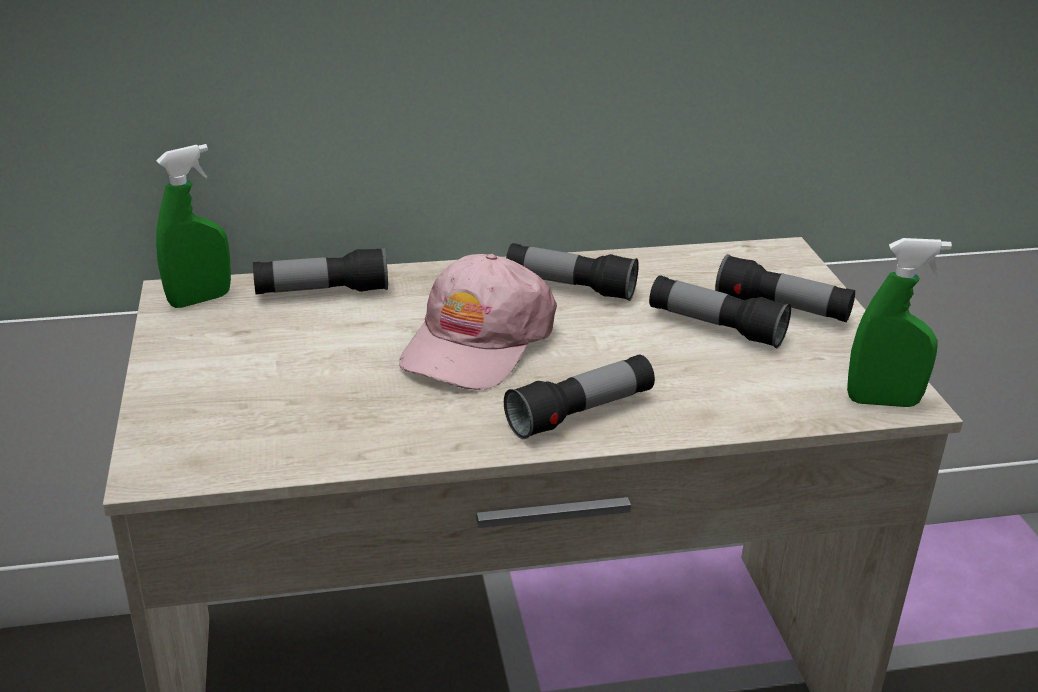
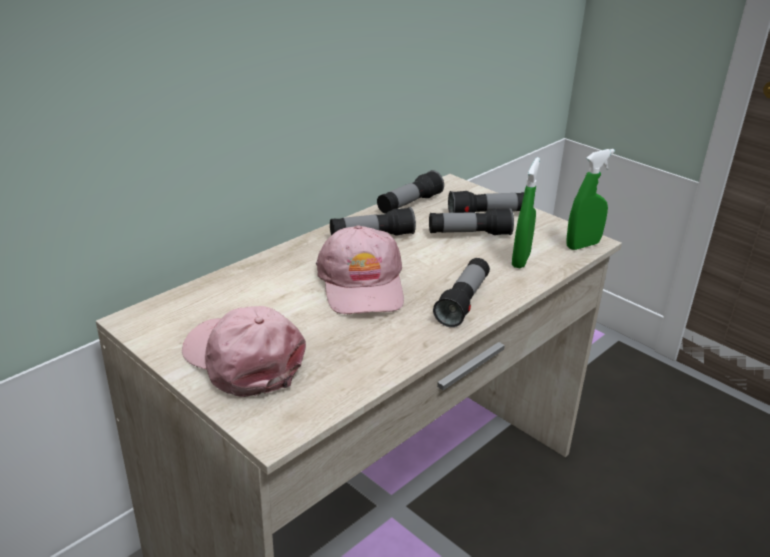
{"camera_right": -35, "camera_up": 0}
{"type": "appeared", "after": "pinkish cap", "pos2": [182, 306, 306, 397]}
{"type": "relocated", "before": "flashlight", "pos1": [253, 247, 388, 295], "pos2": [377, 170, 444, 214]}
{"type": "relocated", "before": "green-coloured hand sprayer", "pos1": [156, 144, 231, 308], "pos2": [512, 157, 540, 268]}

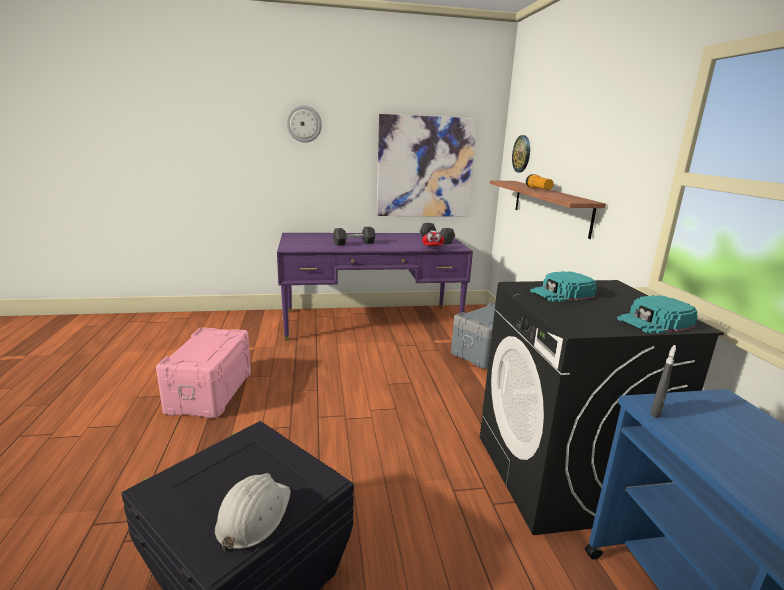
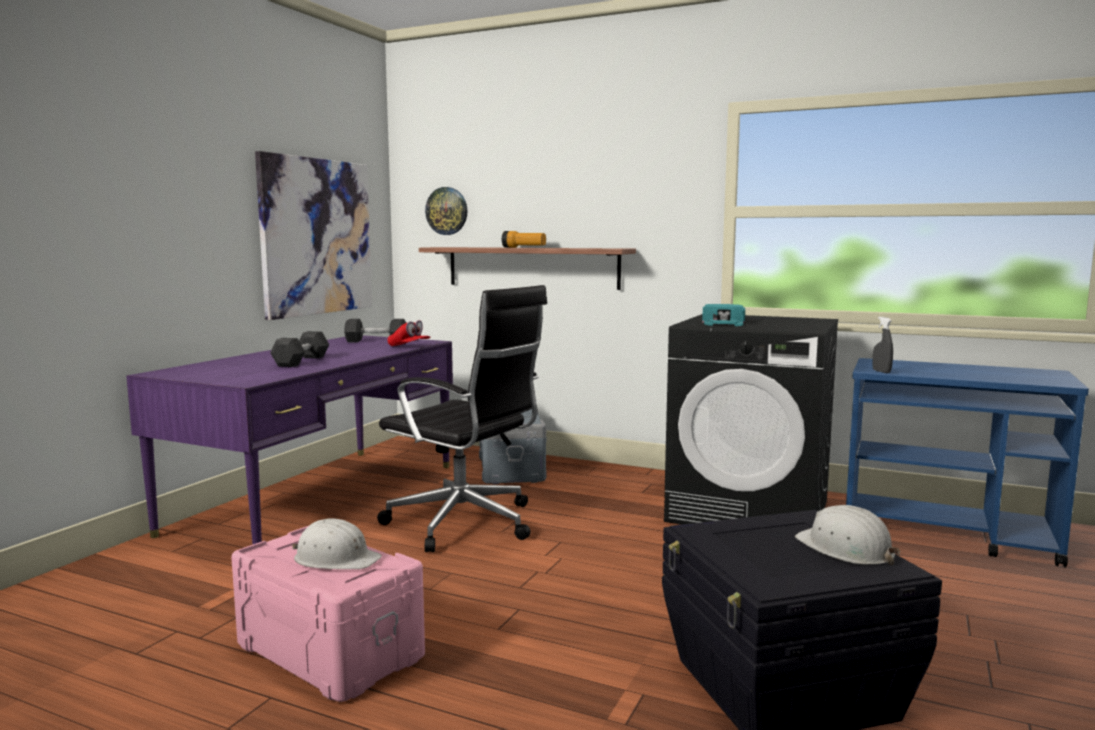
{"camera_right": -55, "camera_up": -10}
{"type": "appeared", "after": "white-coloured hard hat", "pos2": [292, 518, 382, 569]}
{"type": "appeared", "after": "black office chair", "pos2": [377, 285, 547, 552]}
{"type": "missing", "before": "clock on the wall", "pos1": [286, 105, 322, 143]}
{"type": "missing", "before": "blue-green cap", "pos1": [617, 295, 698, 334]}

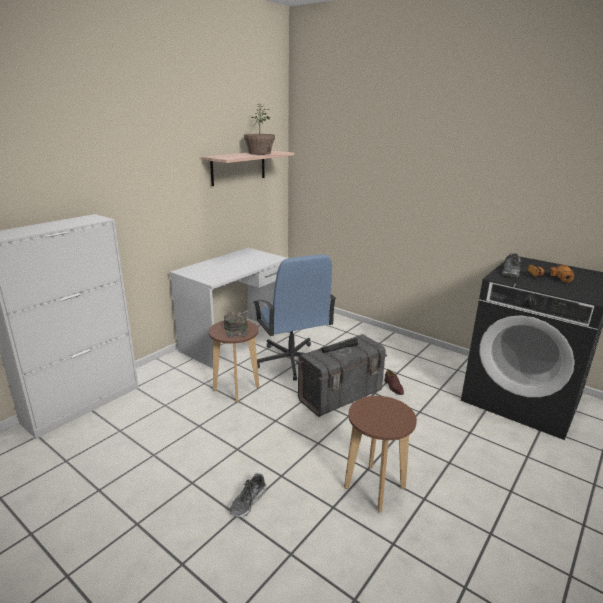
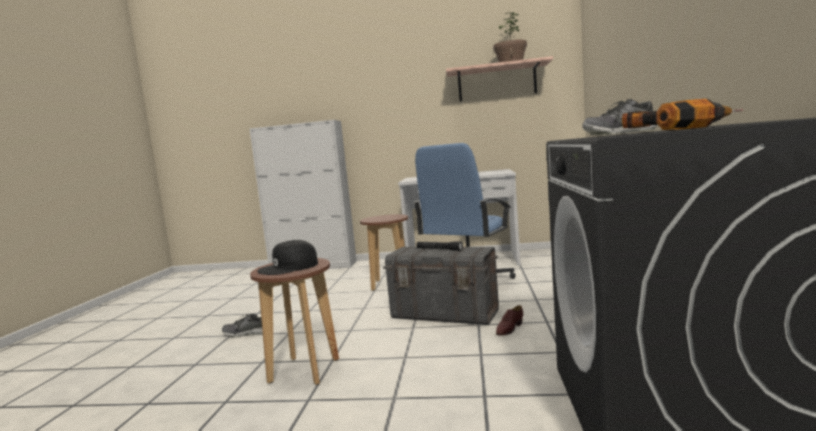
{"camera_right": 60, "camera_up": -15}
{"type": "appeared", "after": "black cap", "pos2": [257, 240, 318, 275]}
{"type": "missing", "before": "green-coloured cap", "pos1": [224, 311, 248, 337]}

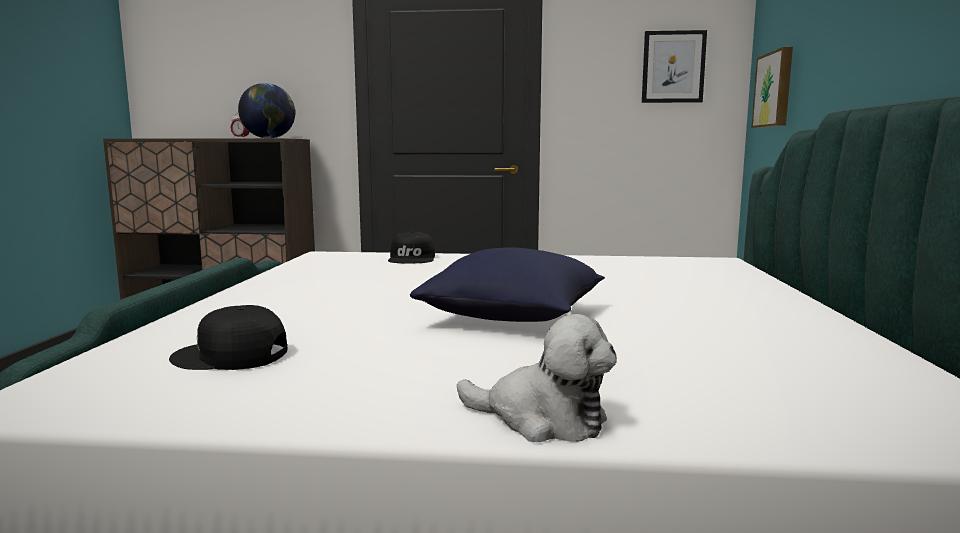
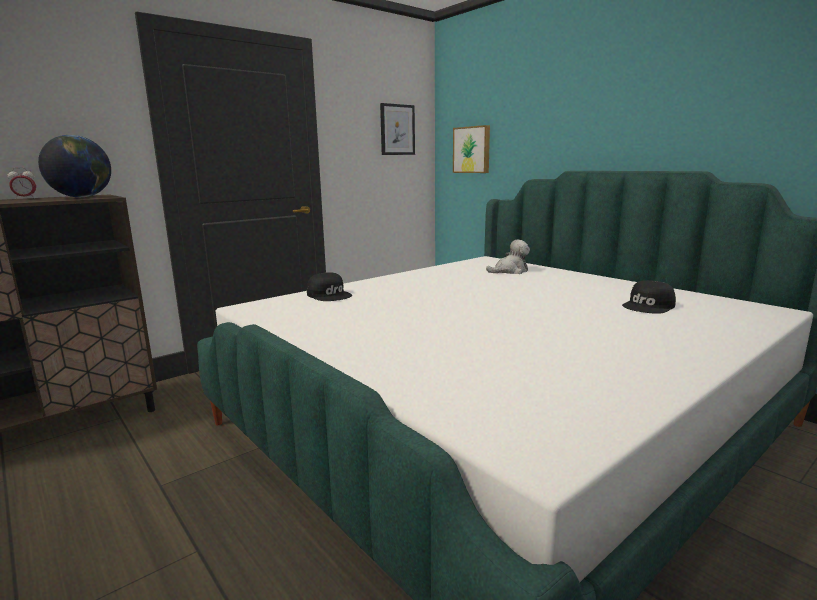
{"camera_right": -45, "camera_up": 5}
{"type": "relocated", "before": "soft toy", "pos1": [457, 314, 617, 442], "pos2": [486, 240, 530, 274]}
{"type": "relocated", "before": "black cap", "pos1": [169, 305, 288, 370], "pos2": [622, 280, 676, 314]}
{"type": "missing", "before": "bluish throw pillow", "pos1": [410, 247, 605, 322]}

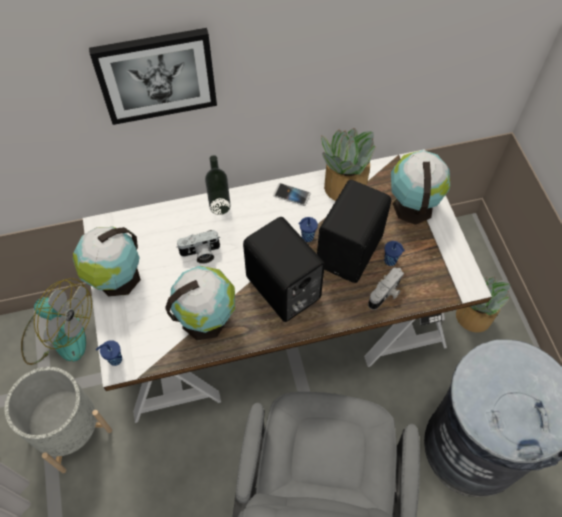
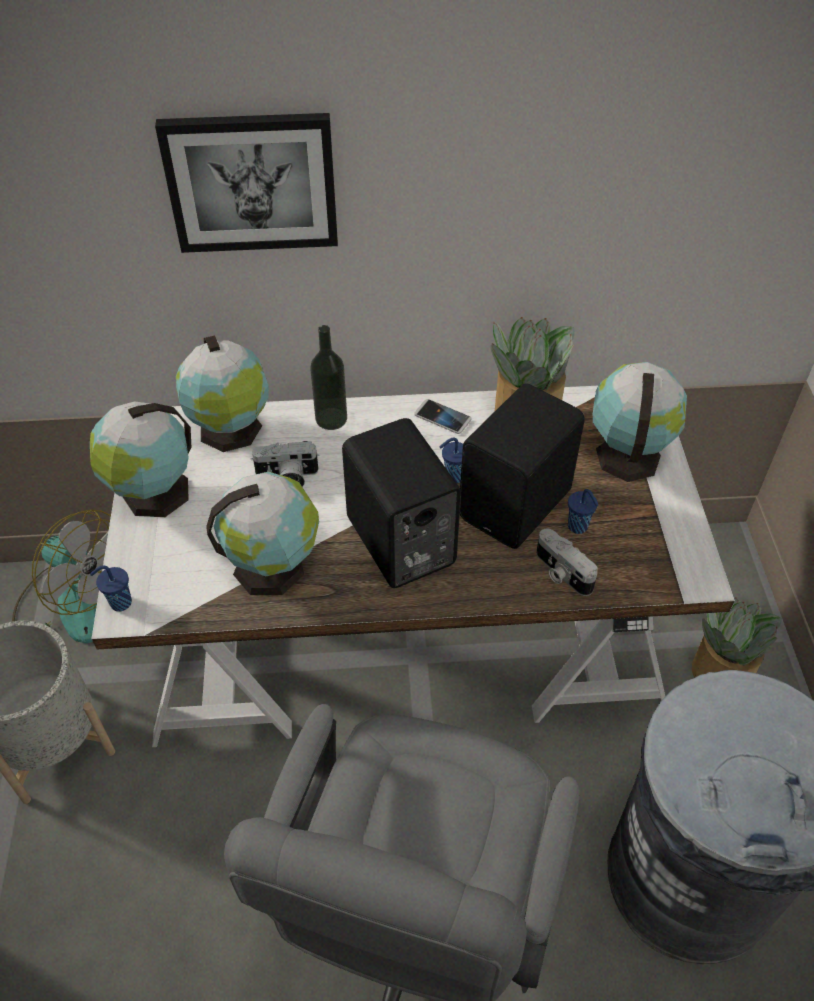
{"camera_right": 10, "camera_up": -10}
{"type": "appeared", "after": "globe", "pos2": [176, 335, 269, 452]}
{"type": "spun", "before": "still camera", "pos1": [368, 267, 404, 310], "pos2": [536, 528, 598, 596], "turn": 90}

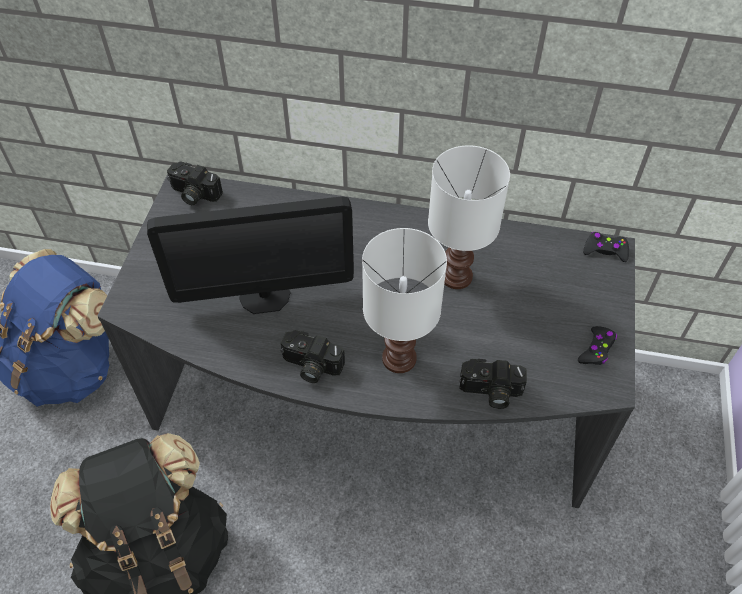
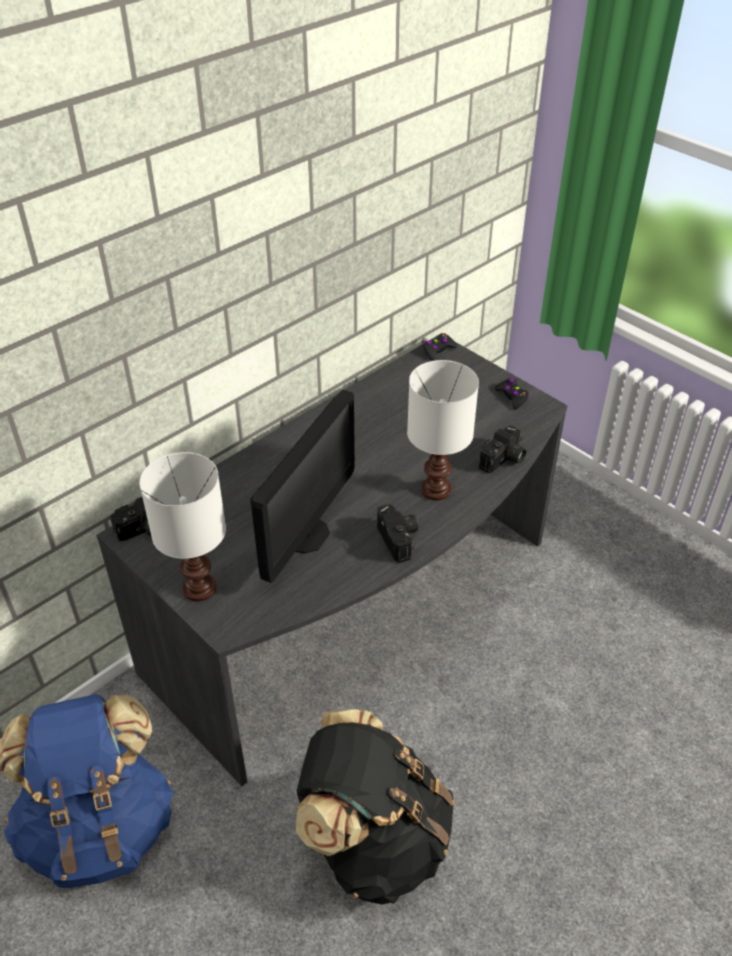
{"camera_right": -55, "camera_up": -10}
{"type": "relocated", "before": "white-coloured lamp for a table", "pos1": [428, 145, 510, 289], "pos2": [140, 452, 226, 601]}
{"type": "spun", "before": "still camera", "pos1": [281, 330, 345, 383], "pos2": [377, 504, 418, 563], "turn": -75}

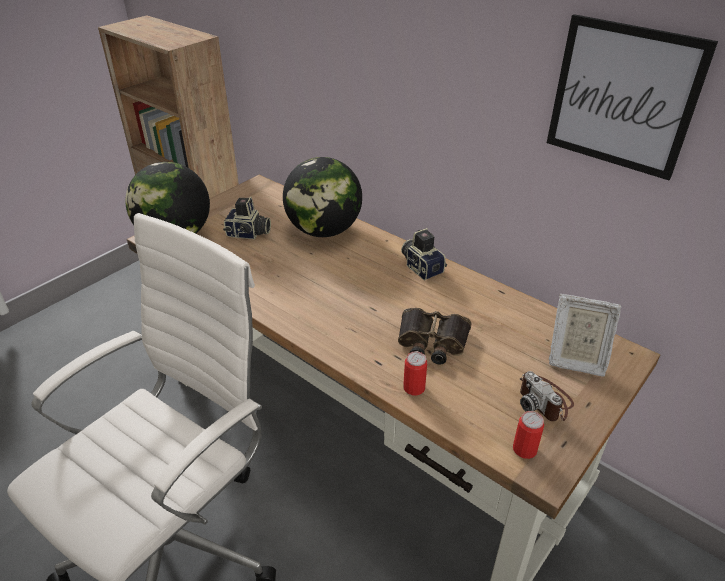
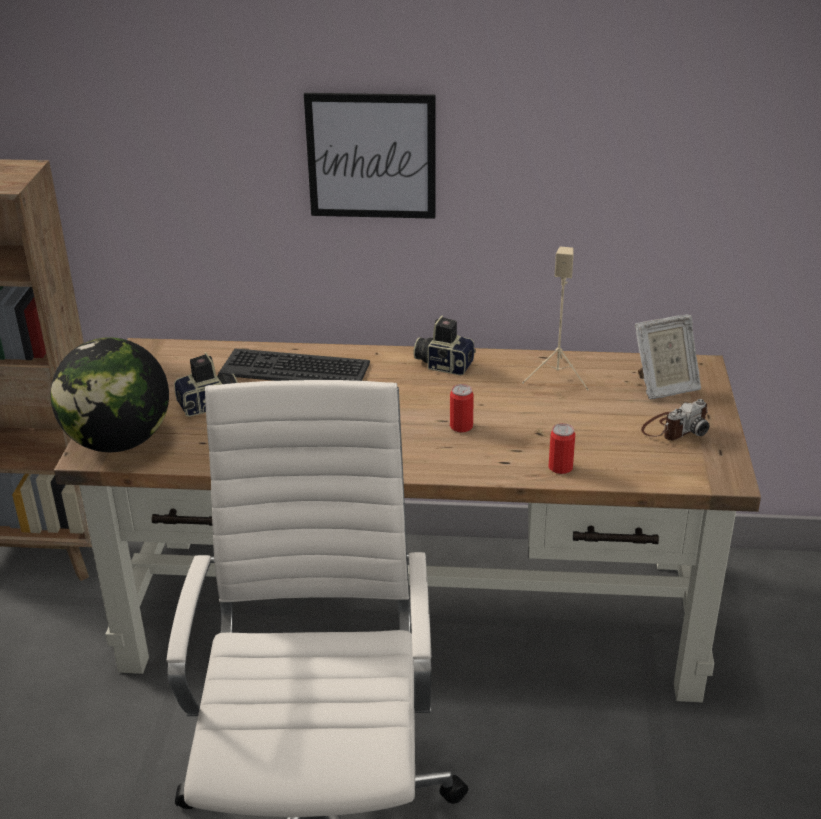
{"camera_right": -35, "camera_up": -5}
{"type": "exchanged", "before": "globe", "after": "keyboard", "pos1": [283, 157, 362, 237], "pos2": [218, 348, 370, 381]}
{"type": "relocated", "before": "wall art", "pos1": [547, 14, 718, 180], "pos2": [304, 93, 435, 219]}
{"type": "relocated", "before": "sealed can", "pos1": [513, 411, 544, 459], "pos2": [450, 384, 474, 432]}
{"type": "appeared", "after": "beige audio speaker", "pos2": [522, 247, 589, 391]}
{"type": "spun", "before": "still camera", "pos1": [519, 371, 574, 421], "pos2": [641, 399, 710, 440], "turn": -60}
{"type": "missing", "before": "pair of binoculars", "pos1": [398, 308, 472, 365]}

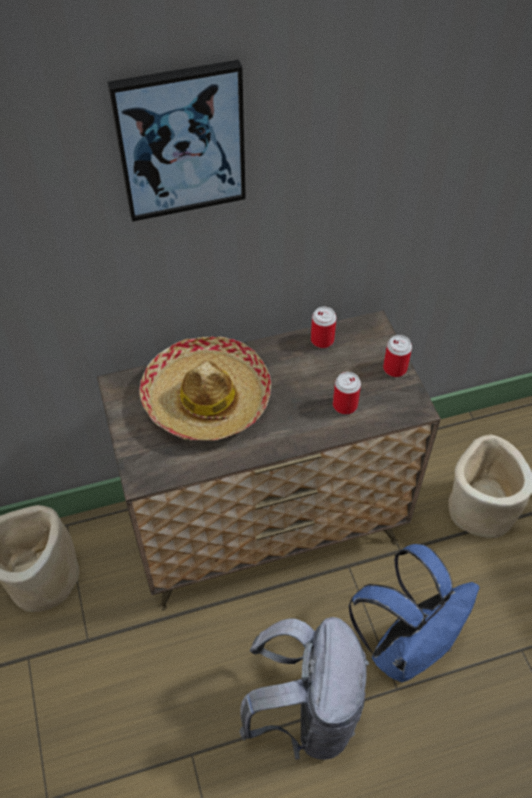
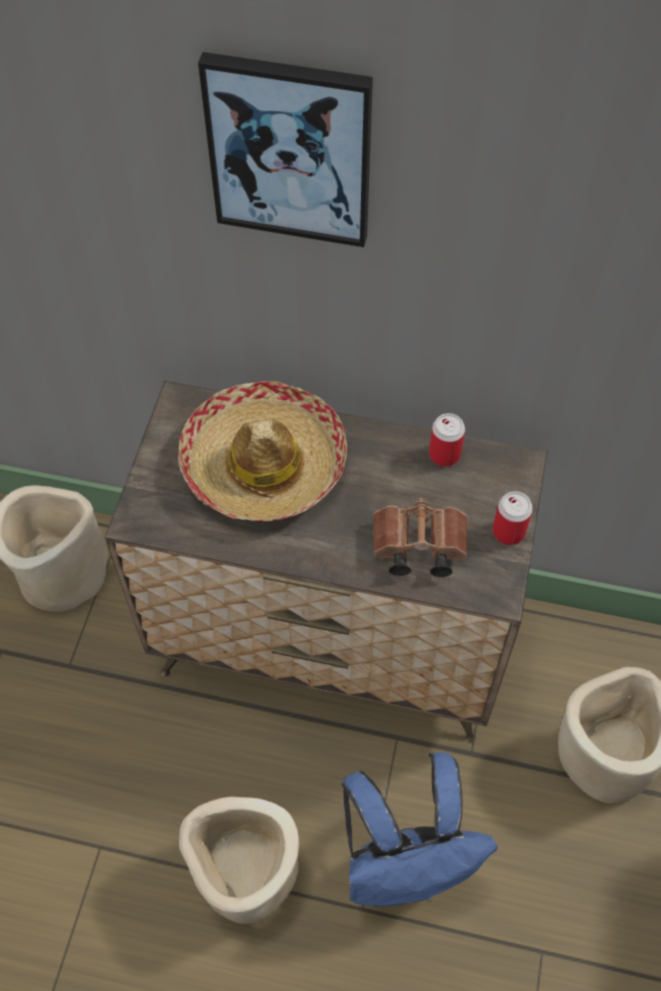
{"camera_right": 30, "camera_up": 5}
{"type": "exchanged", "before": "gray rucksack", "after": "beige planter", "pos1": [239, 617, 369, 760], "pos2": [179, 797, 299, 924]}
{"type": "exchanged", "before": "sealed can", "after": "brown-coloured pair of binoculars", "pos1": [333, 372, 361, 414], "pos2": [373, 498, 467, 577]}

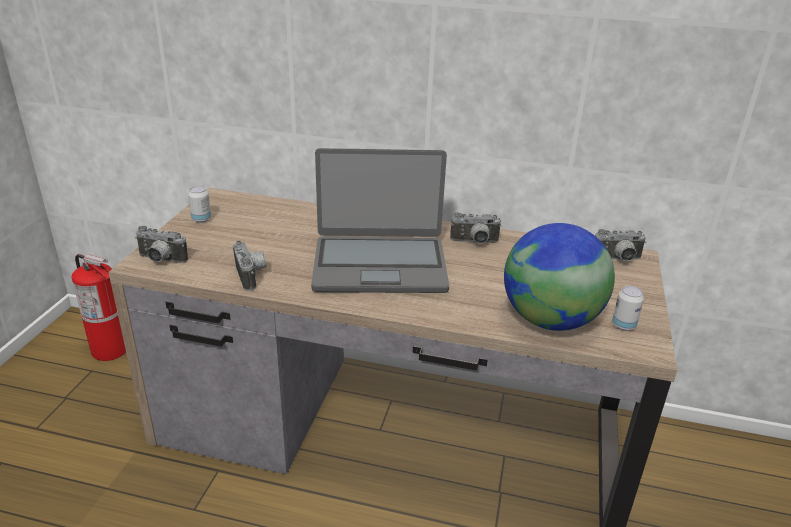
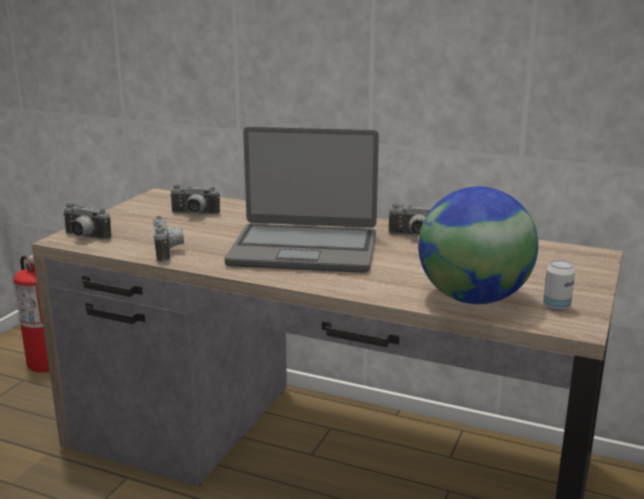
{"camera_right": 10, "camera_up": -10}
{"type": "relocated", "before": "still camera", "pos1": [595, 229, 646, 261], "pos2": [170, 184, 220, 215]}
{"type": "missing", "before": "sealed can", "pos1": [188, 186, 211, 223]}

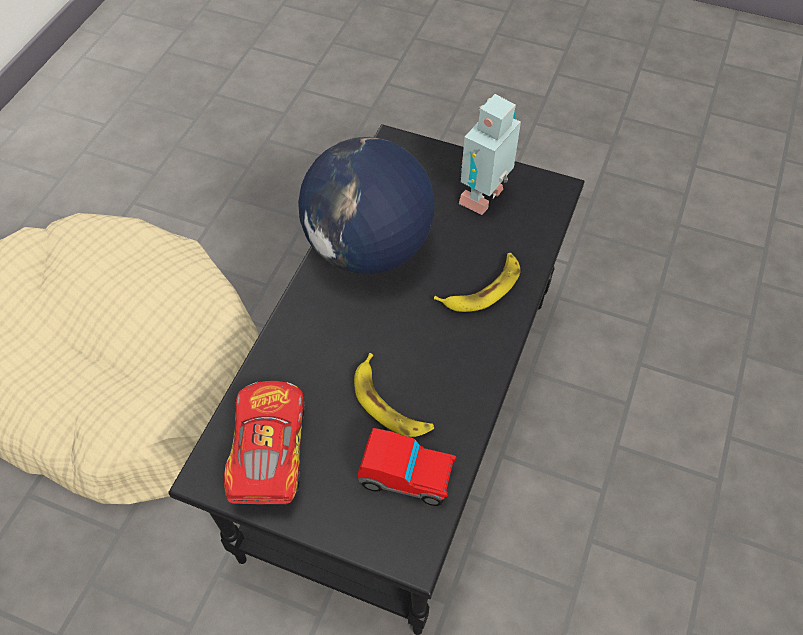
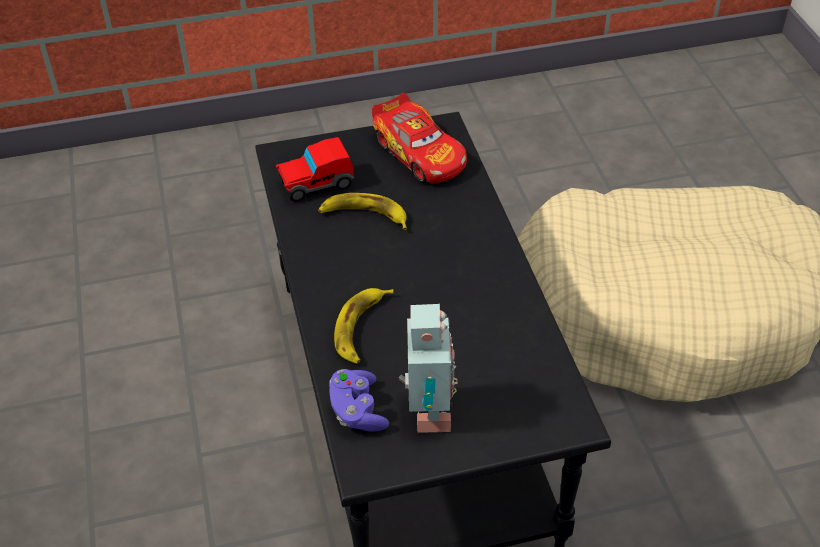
{"camera_right": 145, "camera_up": -10}
{"type": "appeared", "after": "purple-coloured joypad", "pos2": [329, 369, 389, 432]}
{"type": "missing", "before": "globe", "pos1": [298, 137, 435, 274]}

